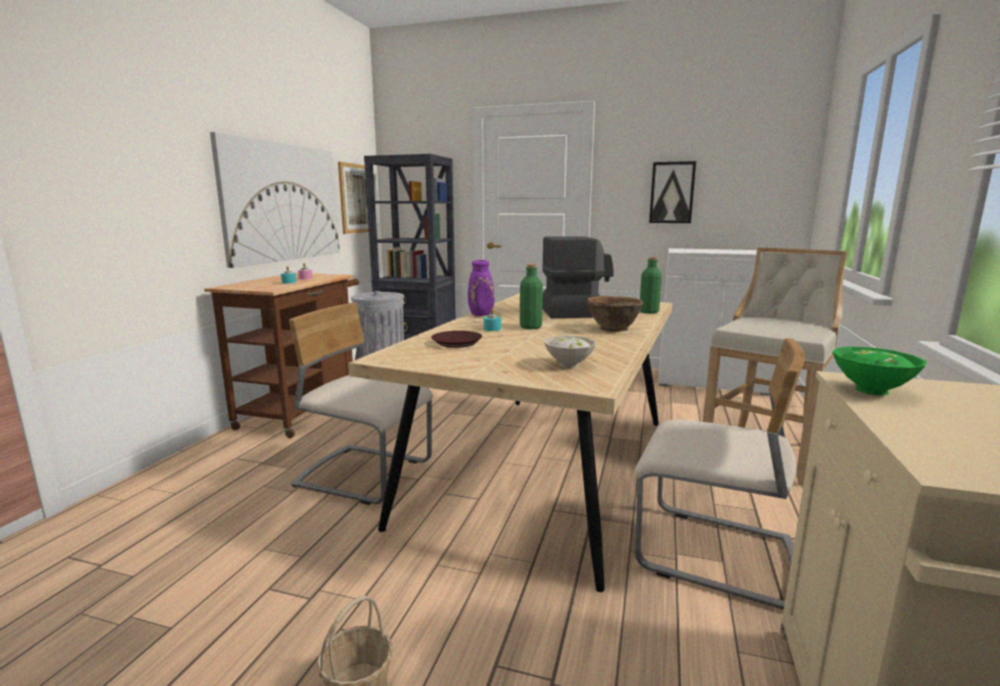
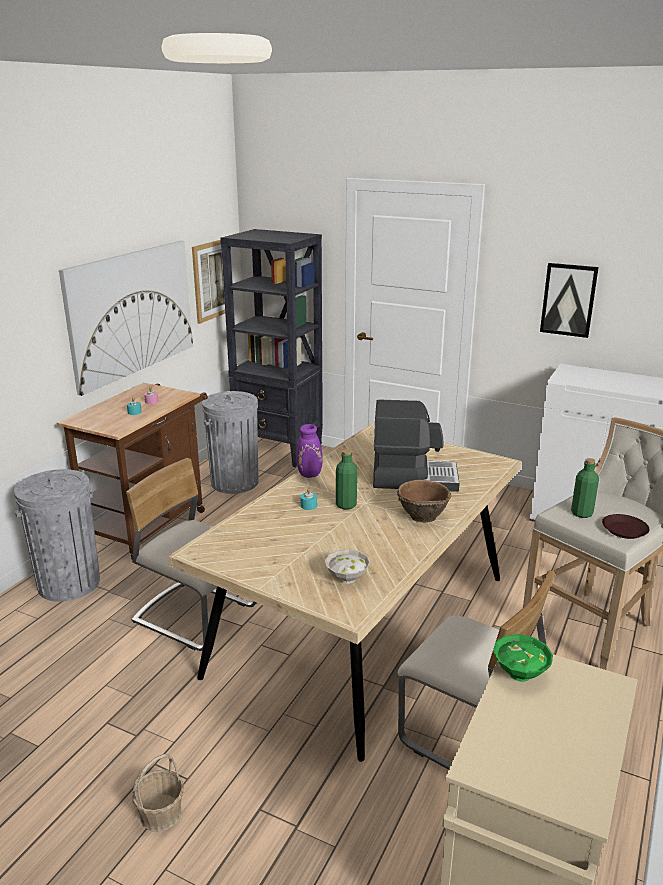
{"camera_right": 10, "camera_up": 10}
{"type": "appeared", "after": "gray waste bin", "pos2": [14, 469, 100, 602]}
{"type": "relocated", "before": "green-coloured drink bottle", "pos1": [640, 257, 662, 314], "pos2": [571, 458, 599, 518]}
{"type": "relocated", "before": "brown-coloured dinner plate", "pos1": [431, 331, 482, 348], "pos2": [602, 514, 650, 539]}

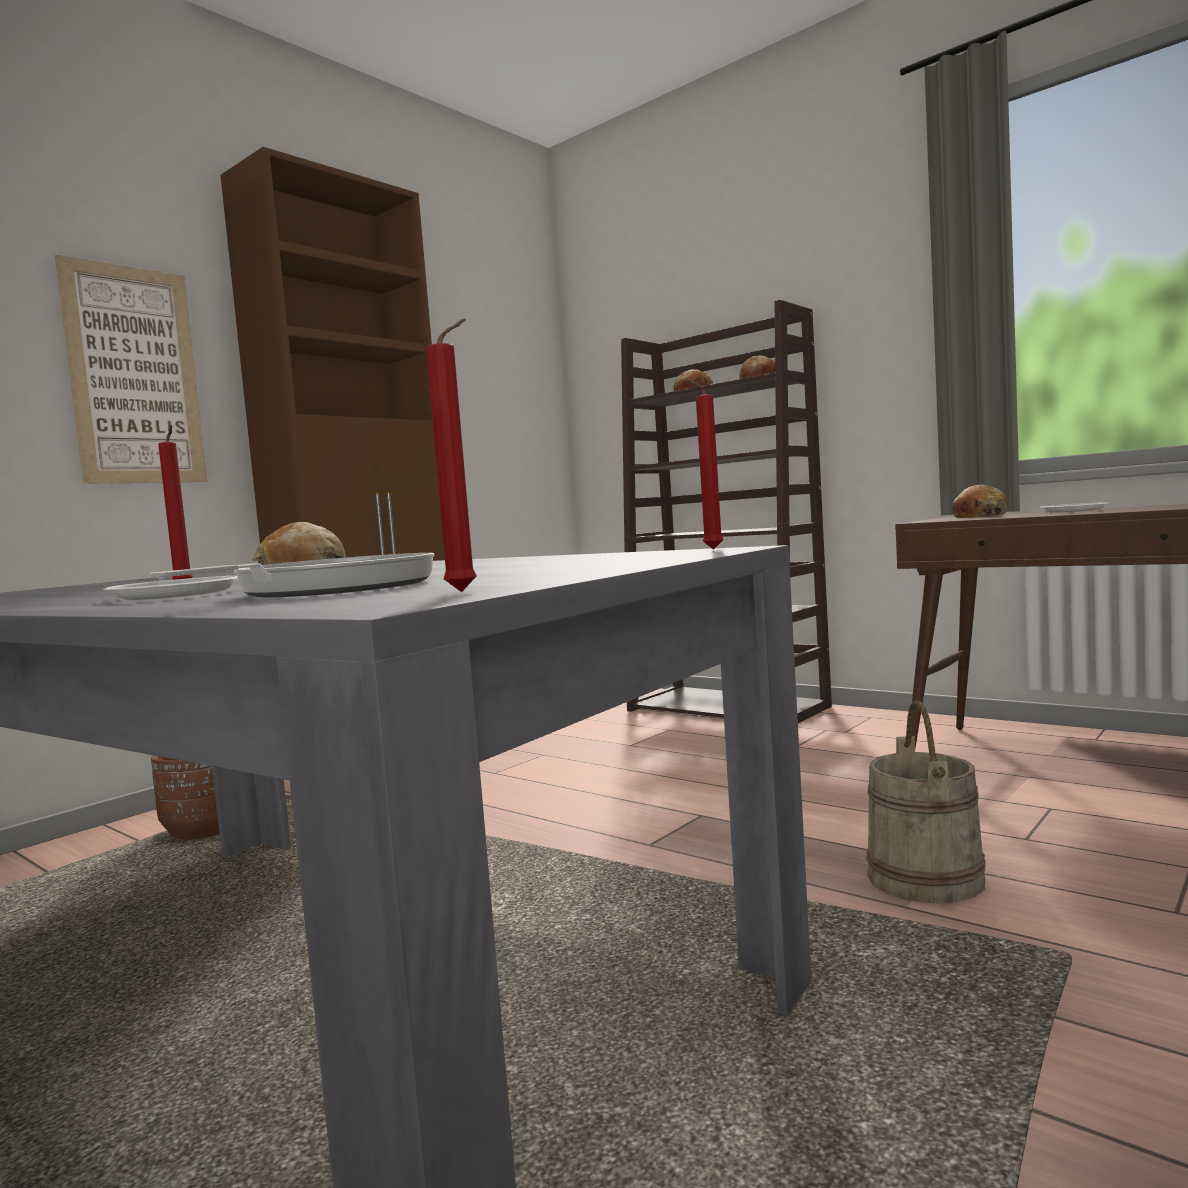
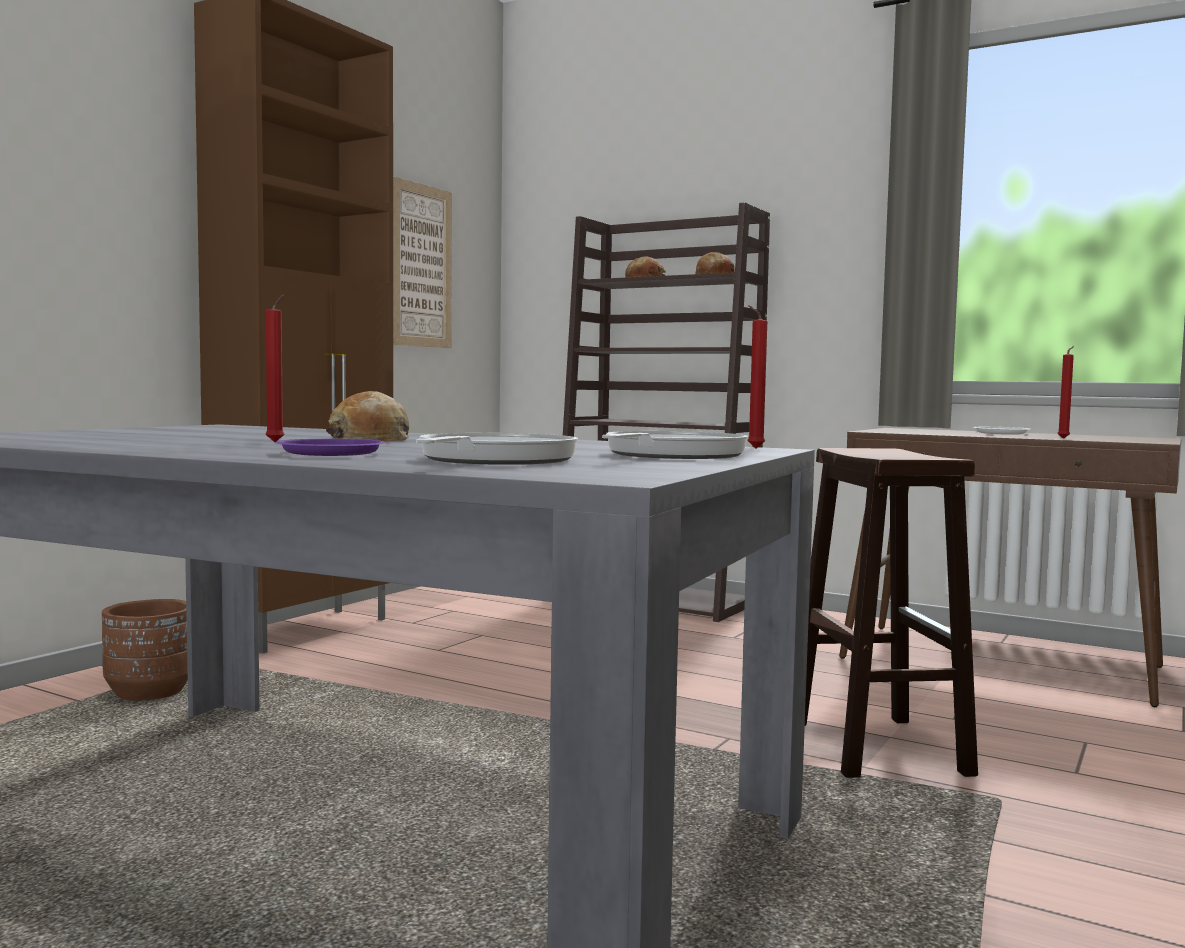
{"camera_right": -10, "camera_up": 0}
{"type": "colour", "before": "white-coloured dinner plate", "after": "purple-coloured dinner plate", "pos1": [103, 576, 237, 600], "pos2": [274, 439, 386, 456]}
{"type": "relocated", "before": "wall art", "pos1": [55, 255, 207, 484], "pos2": [393, 176, 452, 348]}
{"type": "appeared", "after": "frying pan", "pos2": [602, 431, 748, 459]}
{"type": "exchanged", "before": "beige bucket", "after": "brown-coloured stool", "pos1": [866, 700, 986, 904], "pos2": [805, 448, 978, 778]}
{"type": "relocated", "before": "red wax light", "pos1": [426, 319, 477, 592], "pos2": [1057, 346, 1074, 439]}
{"type": "missing", "before": "baked bread", "pos1": [953, 485, 1008, 518]}

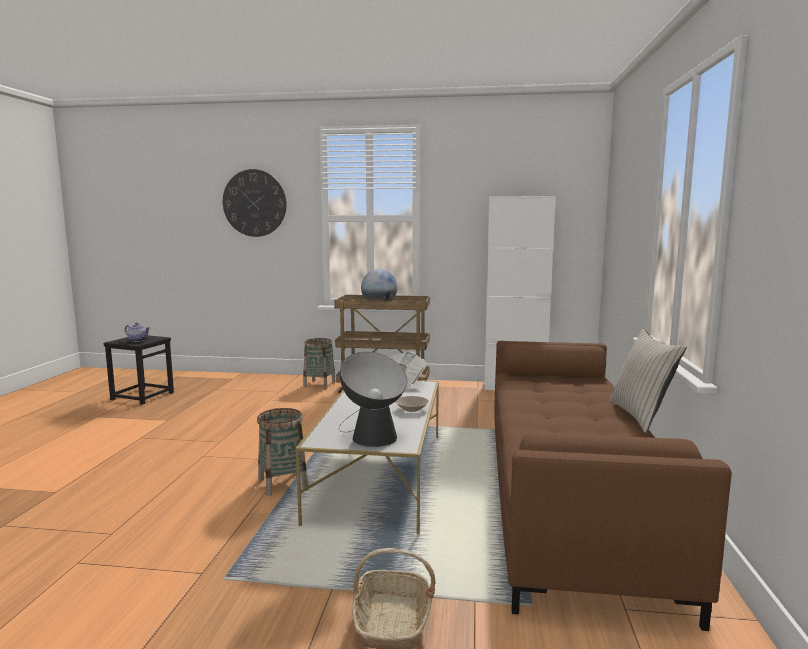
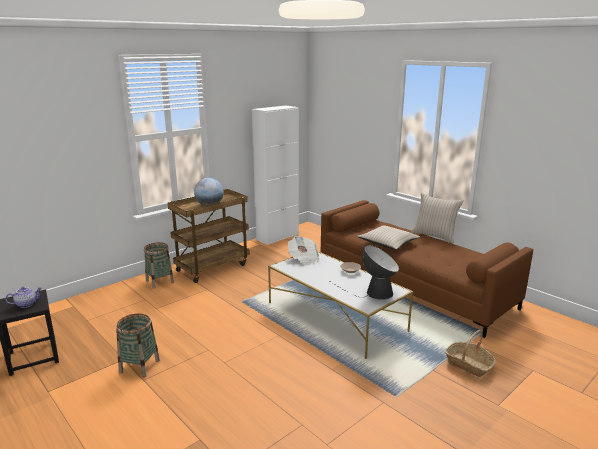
{"camera_right": -50, "camera_up": 10}
{"type": "relocated", "before": "basket", "pos1": [257, 408, 308, 496], "pos2": [116, 314, 160, 378]}
{"type": "appeared", "after": "beige throw pillow", "pos2": [357, 226, 420, 250]}
{"type": "missing", "before": "clock on the wall", "pos1": [223, 169, 287, 237]}

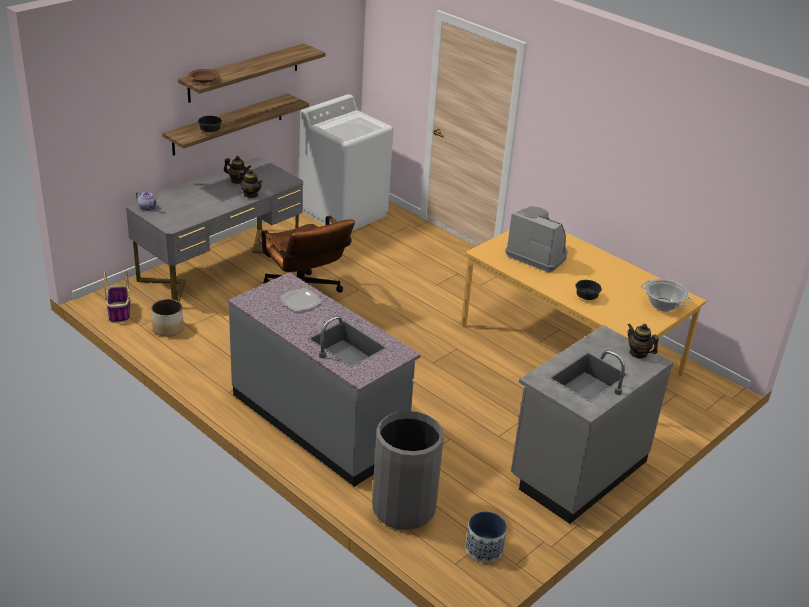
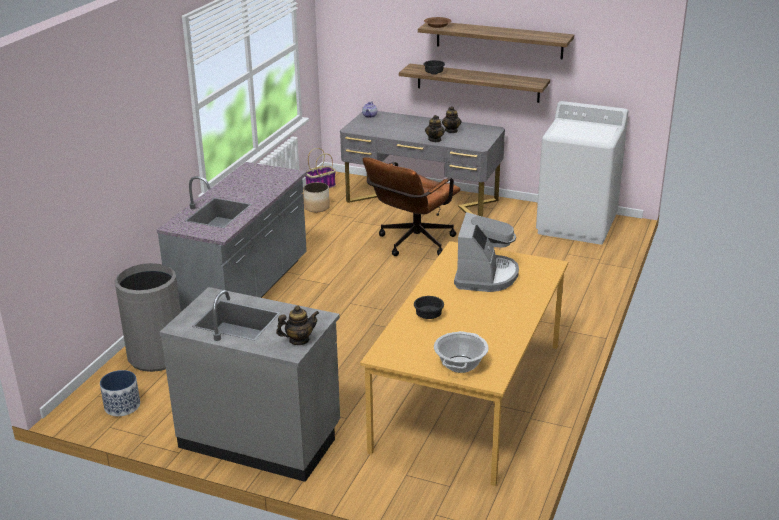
{"camera_right": 70, "camera_up": -5}
{"type": "spun", "before": "pot for tea", "pos1": [628, 324, 659, 359], "pos2": [276, 305, 319, 345], "turn": 45}
{"type": "missing", "before": "dinner plate", "pos1": [280, 288, 321, 311]}

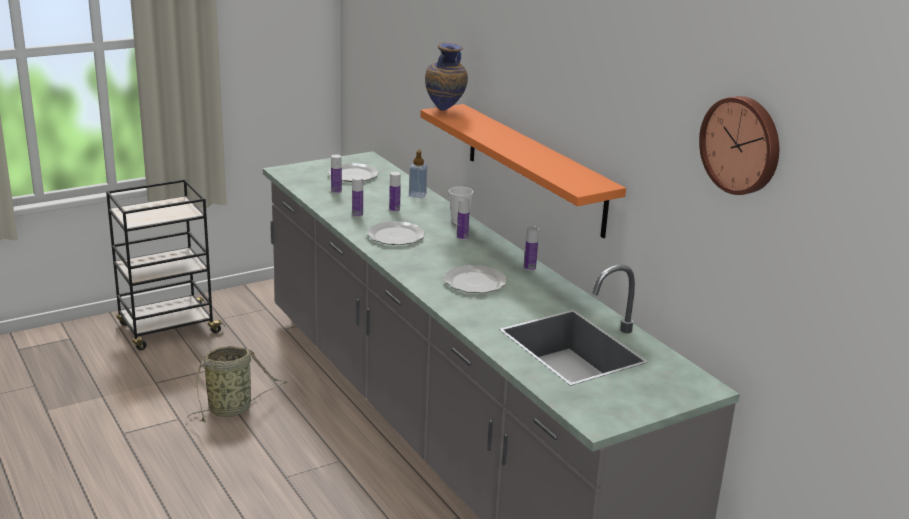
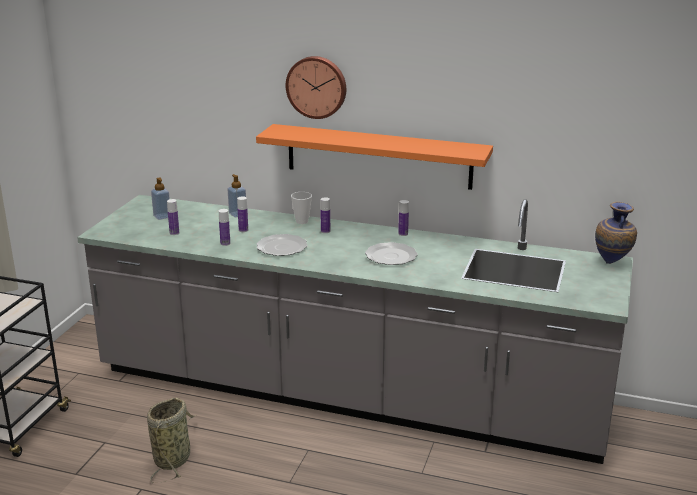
{"camera_right": -40, "camera_up": 0}
{"type": "exchanged", "before": "dinner plate", "after": "soap bottle", "pos1": [328, 163, 379, 182], "pos2": [151, 178, 170, 220]}
{"type": "relocated", "before": "clock on the wall", "pos1": [699, 96, 779, 195], "pos2": [286, 56, 346, 119]}
{"type": "relocated", "before": "decorative vase", "pos1": [425, 42, 468, 111], "pos2": [595, 202, 637, 264]}

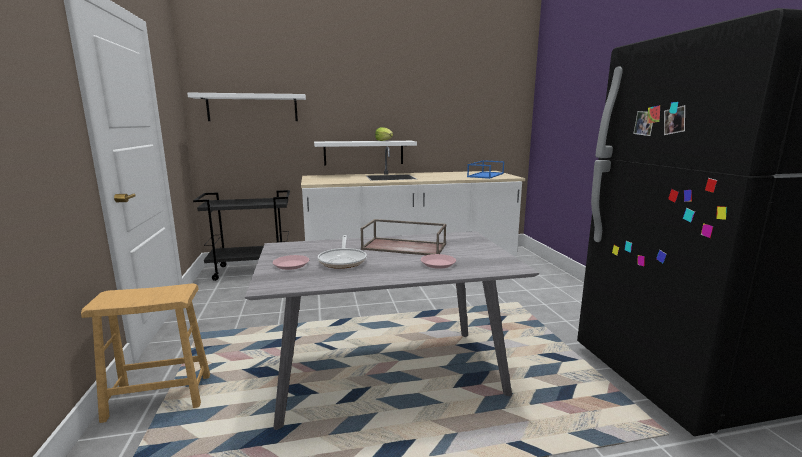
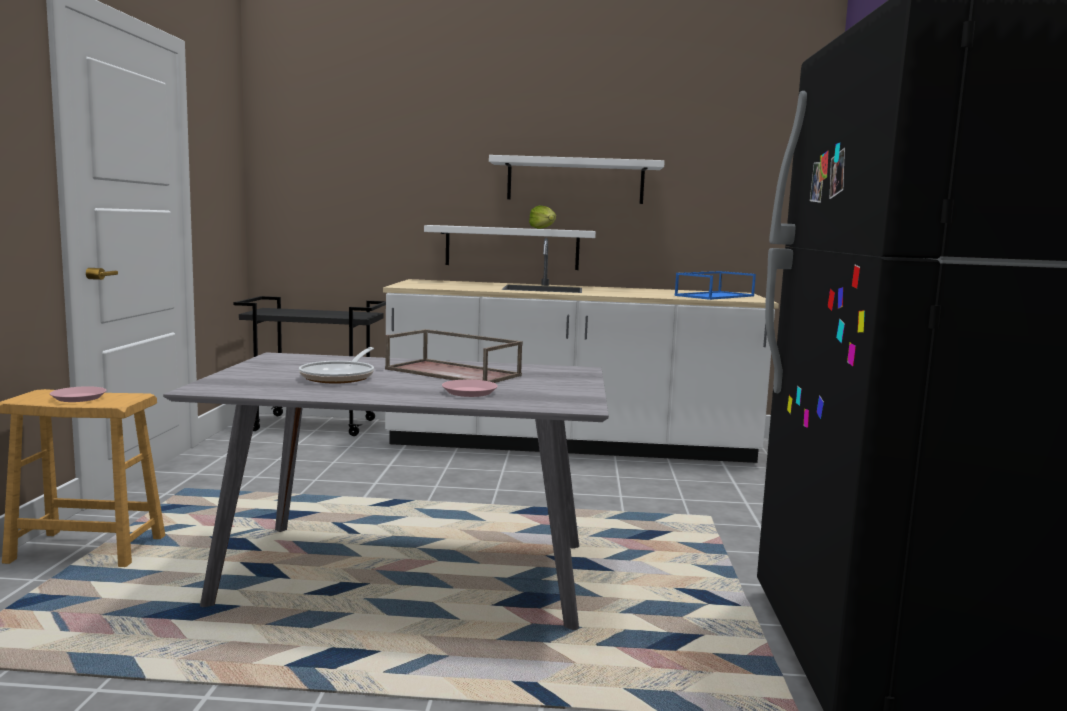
{"camera_right": 15, "camera_up": -5}
{"type": "relocated", "before": "pinkish dinner plate", "pos1": [273, 255, 309, 270], "pos2": [50, 386, 106, 402]}
{"type": "relocated", "before": "white-coloured bracket shelf", "pos1": [187, 93, 306, 121], "pos2": [489, 155, 665, 204]}

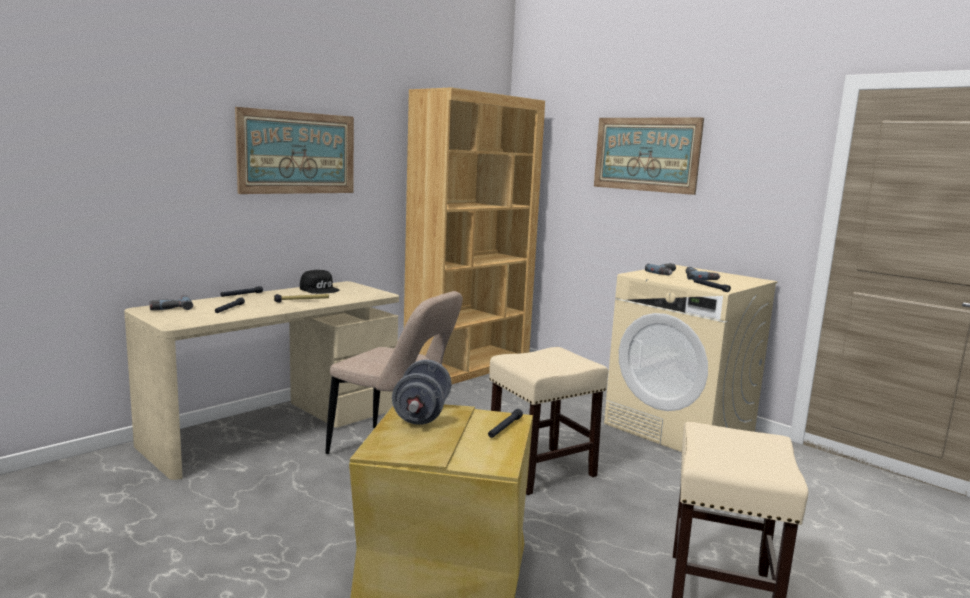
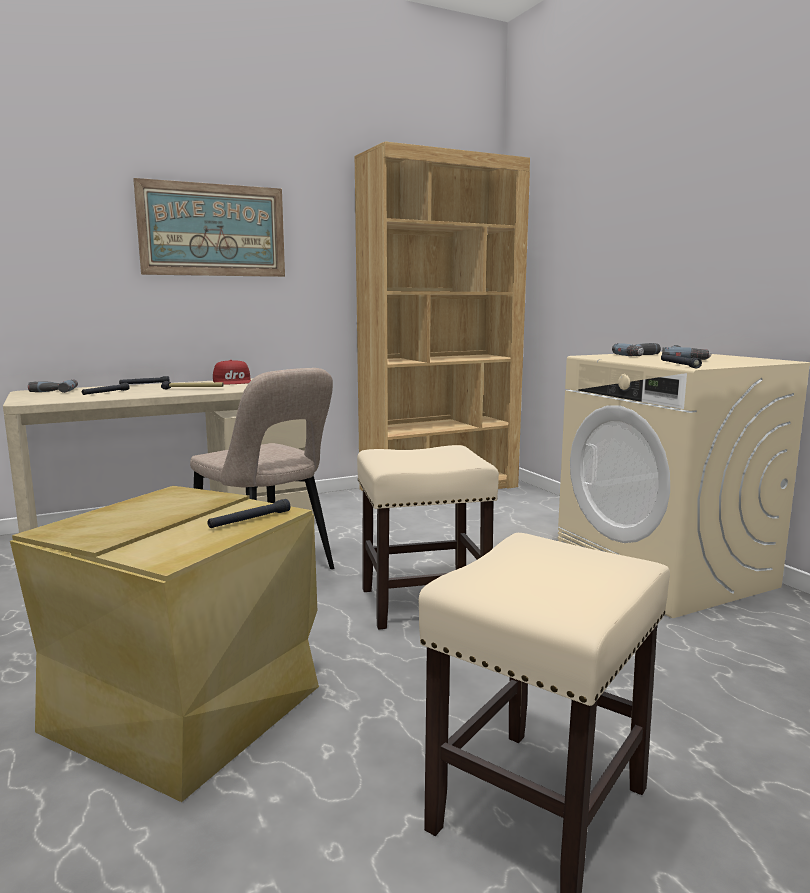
{"camera_right": 20, "camera_up": 0}
{"type": "colour", "before": "black cap", "after": "red cap", "pos1": [300, 270, 340, 294], "pos2": [213, 360, 251, 385]}
{"type": "missing", "before": "gray hand weight", "pos1": [392, 359, 452, 425]}
{"type": "missing", "before": "wall art", "pos1": [594, 118, 704, 195]}

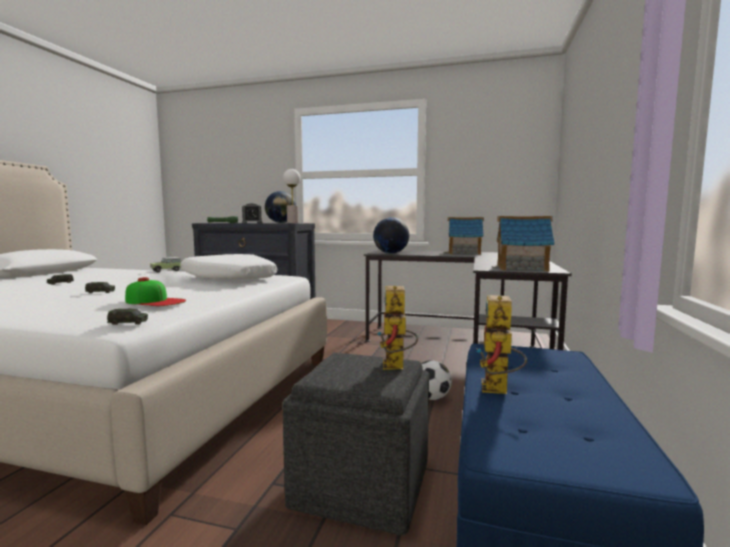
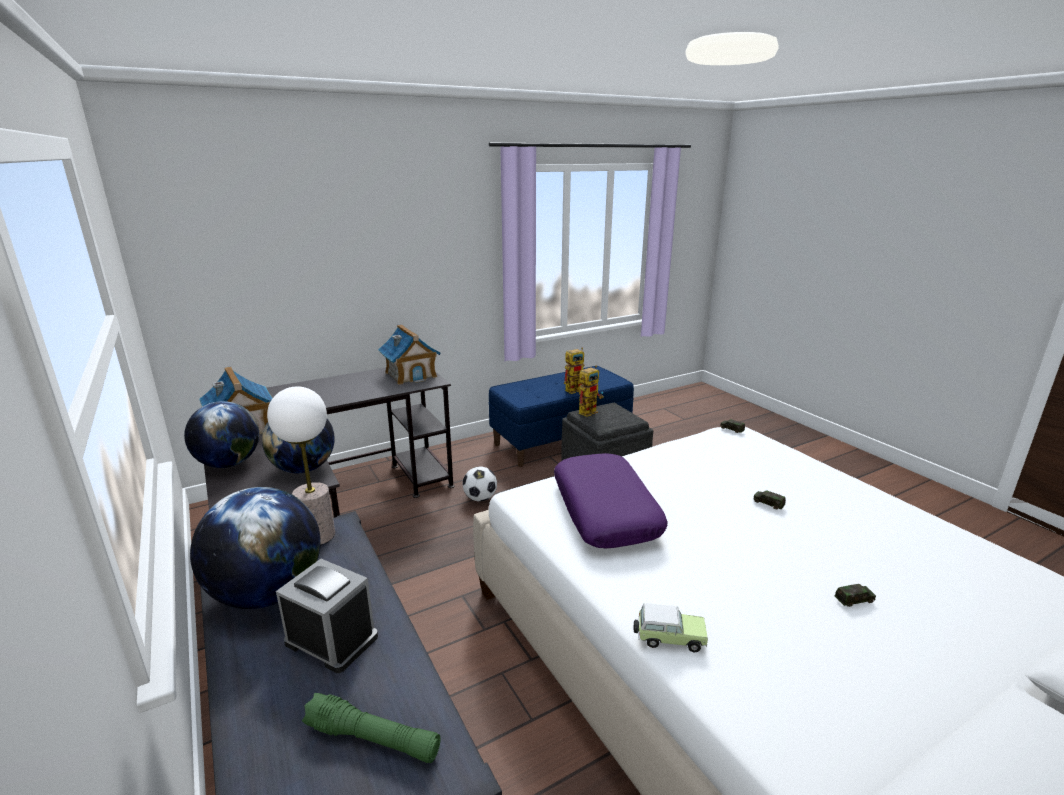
{"camera_right": -135, "camera_up": 15}
{"type": "appeared", "after": "globe", "pos2": [184, 401, 259, 468]}
{"type": "colour", "before": "white-coloured throw pillow", "after": "purple-coloured throw pillow", "pos1": [180, 254, 277, 279], "pos2": [554, 453, 668, 549]}
{"type": "missing", "before": "cap", "pos1": [125, 277, 186, 306]}

